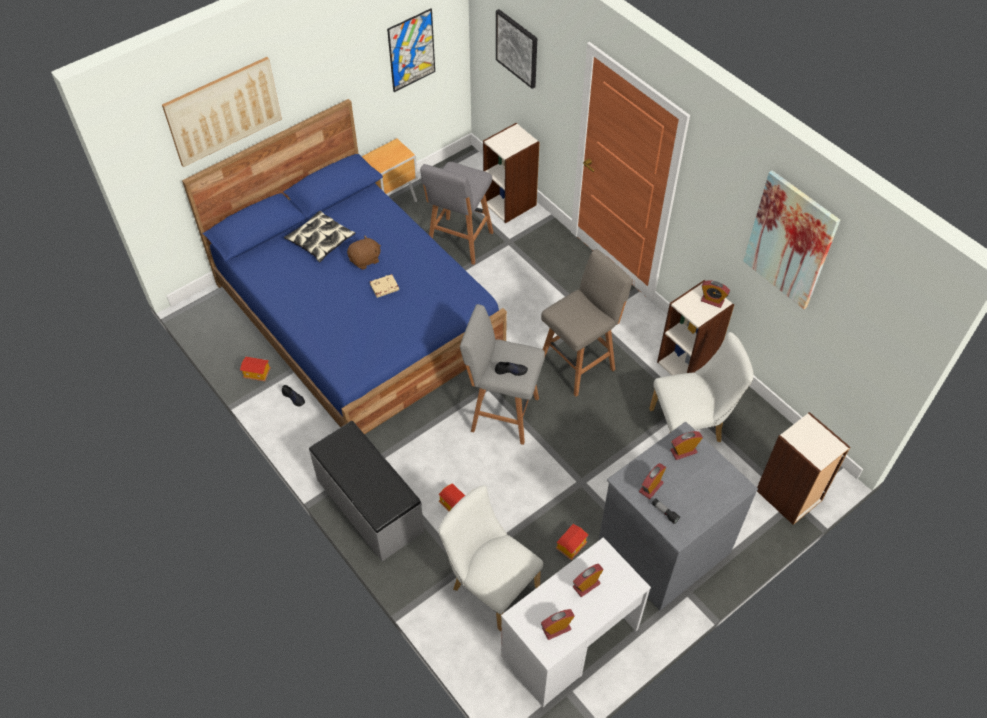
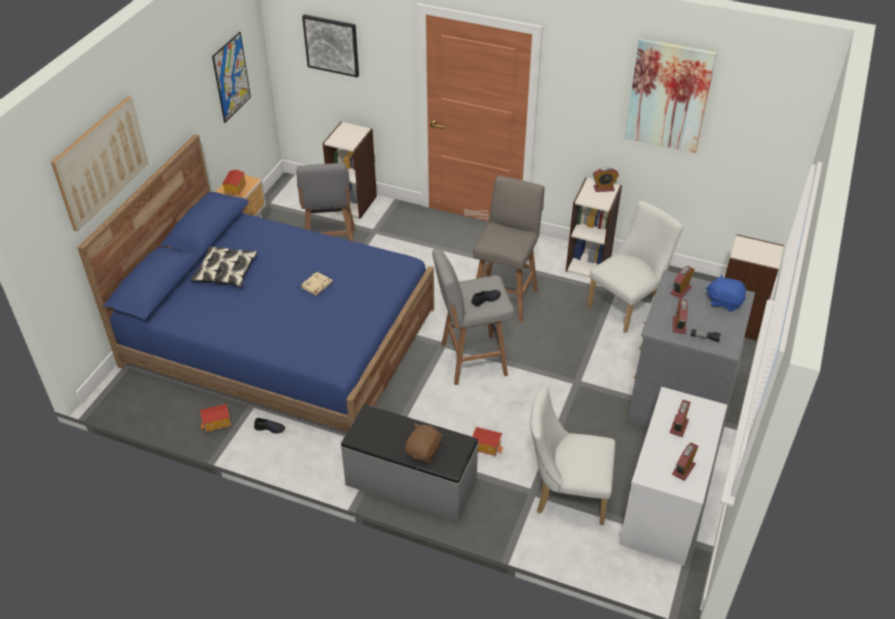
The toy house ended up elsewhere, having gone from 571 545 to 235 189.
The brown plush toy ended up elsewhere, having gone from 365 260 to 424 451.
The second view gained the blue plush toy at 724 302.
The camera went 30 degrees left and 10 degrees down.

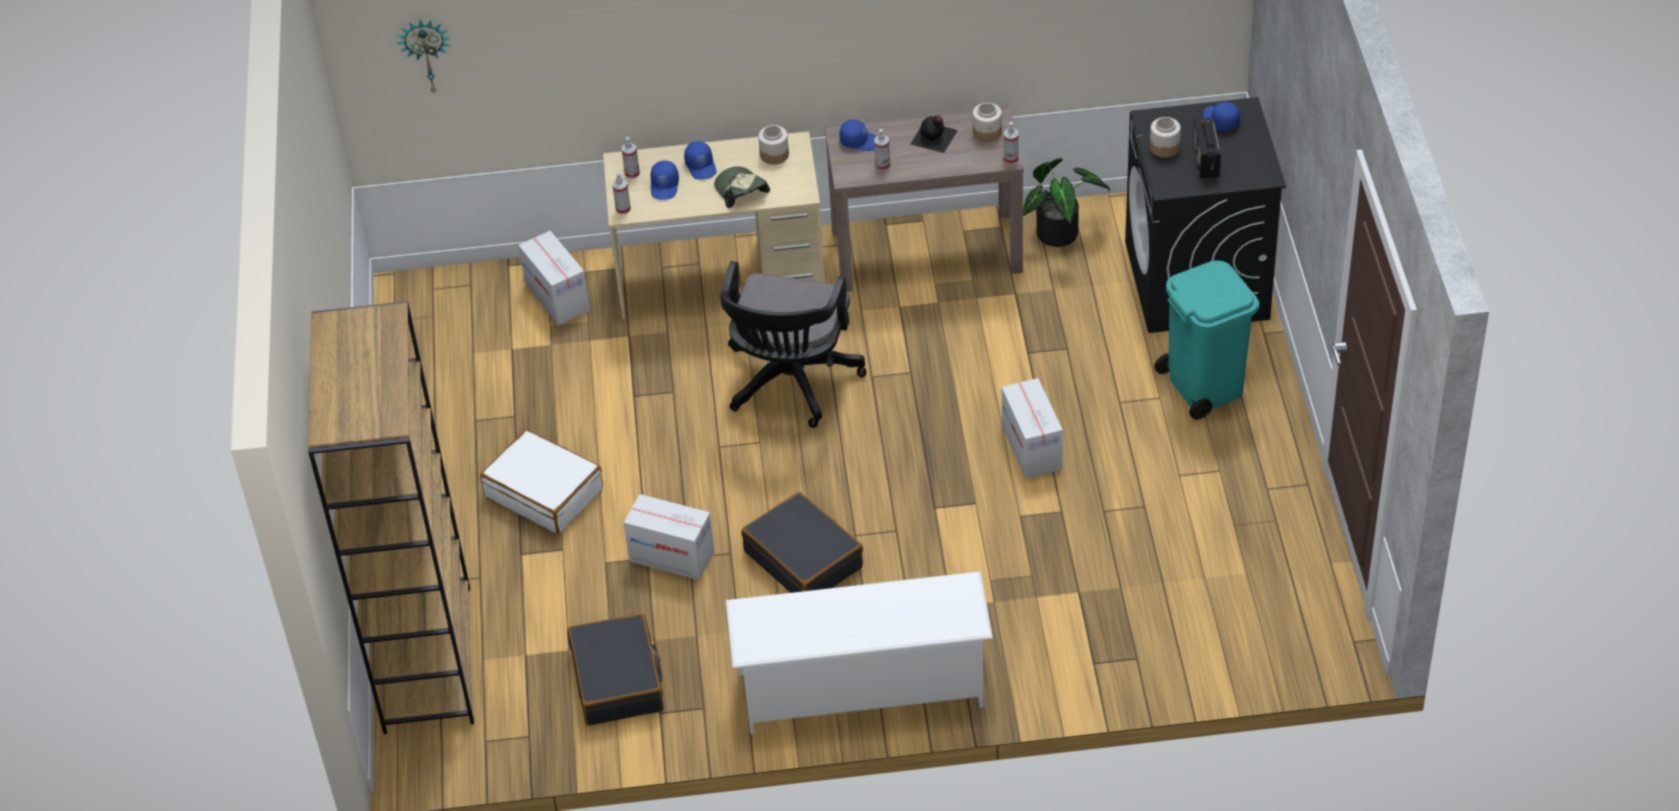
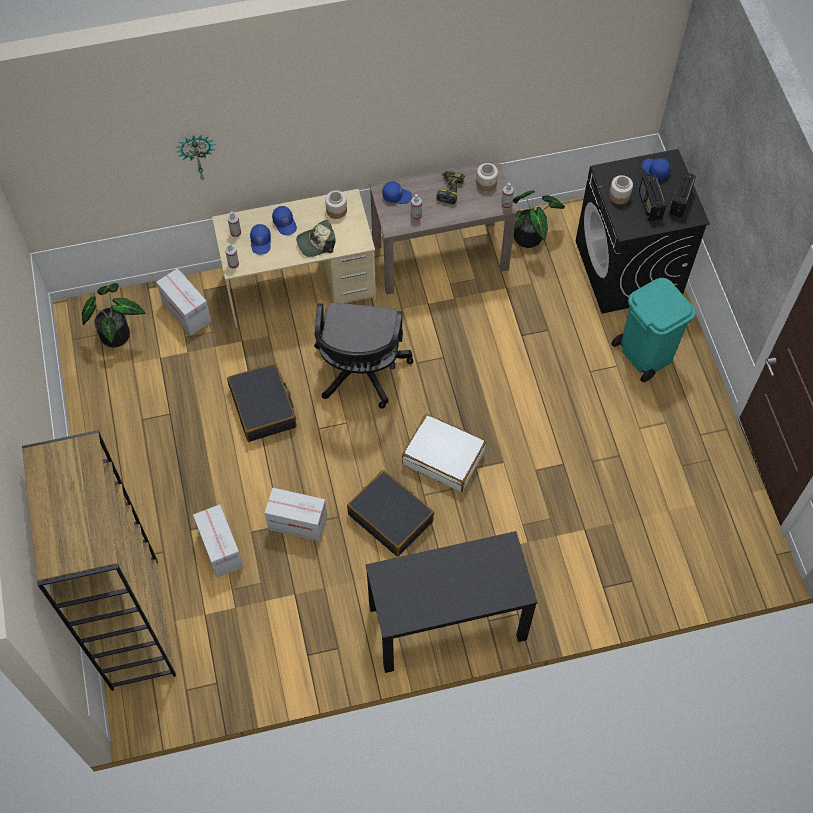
The second view gained the potted plant at 117 332.
The wall clock ended up elsewhere, having gone from 427 54 to 197 156.
The cardboard box ended up elsewhere, having gone from 1032 448 to 221 549.
The black suitcase ended up elsewhere, having gone from 618 680 to 263 408.
The cap at 740 191 ended up facing another way, 75 degrees counterclockwise from before.
Where the white shoe rack stood at 862 689, the black console table came to stand at 447 623.
The white suitcase ended up elsewhere, having gone from 544 492 to 444 457.
Where the black bottle stood at 934 137, the power drill came to stand at 449 189.
The second view gained the radio at 680 202.
The camera went 10 degrees left and 15 degrees up.

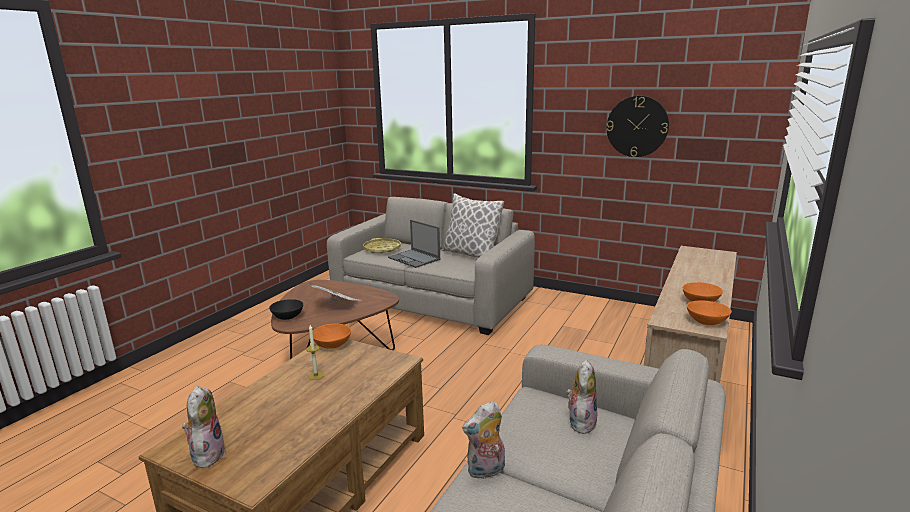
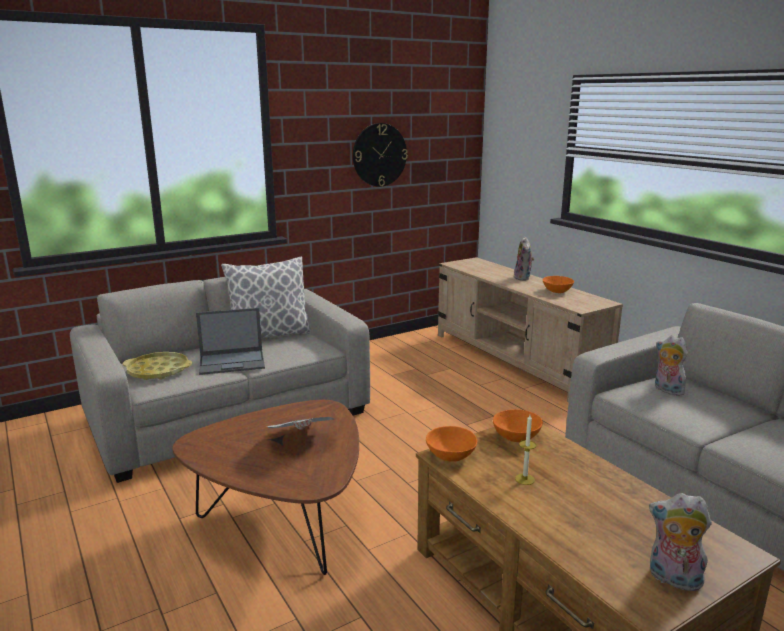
The orange bowl ended up elsewhere, having gone from 707 321 to 517 436.
The plush toy ended up elsewhere, having gone from 486 471 to 523 278.
The second view lost the black bowl at 287 317.
The camera went 60 degrees left and 0 degrees up.

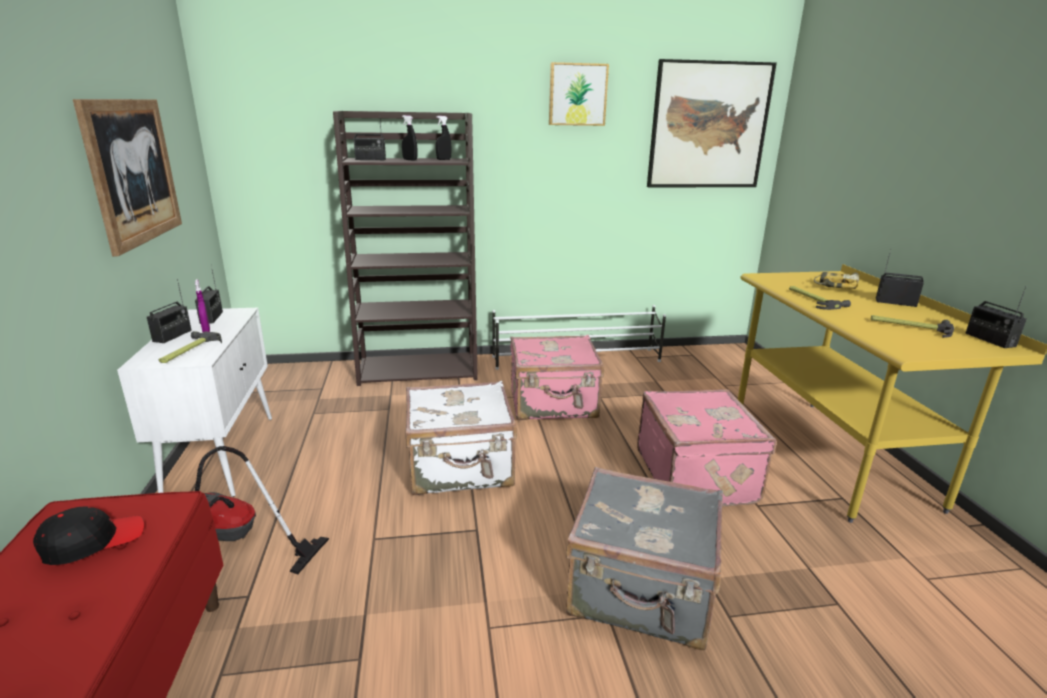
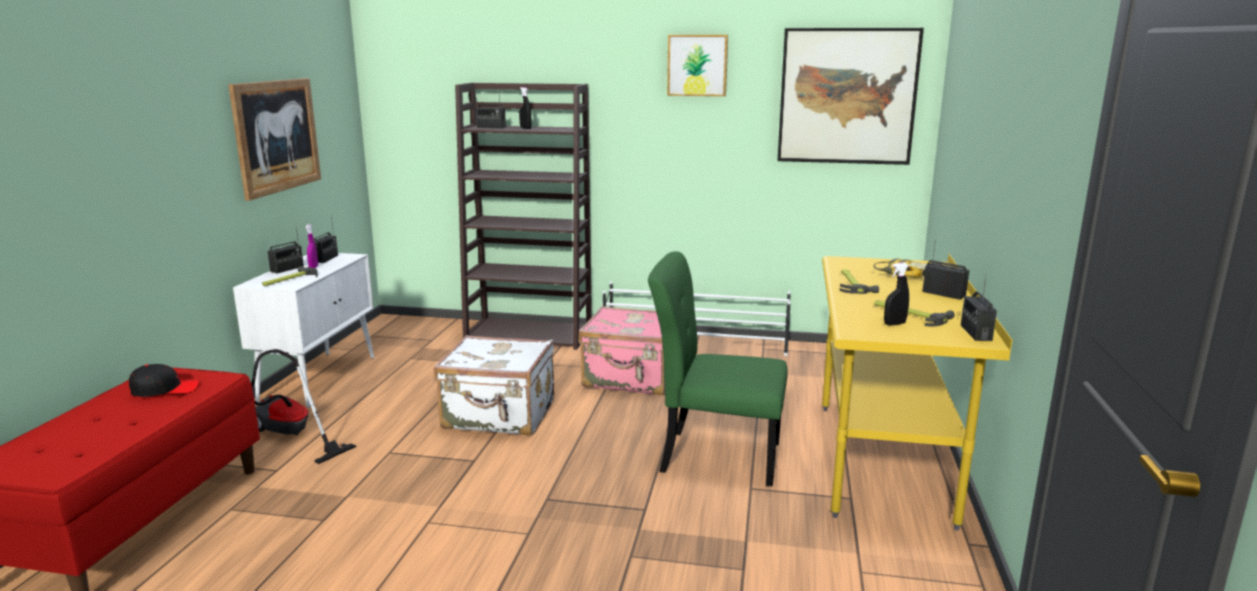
Where the pink suitcase stood at 697 476, the green chair came to stand at 714 456.
The black spray bottle ended up elsewhere, having gone from 443 159 to 894 324.
The second view lost the grey suitcase at 641 592.
The camera went 20 degrees right and 5 degrees down.

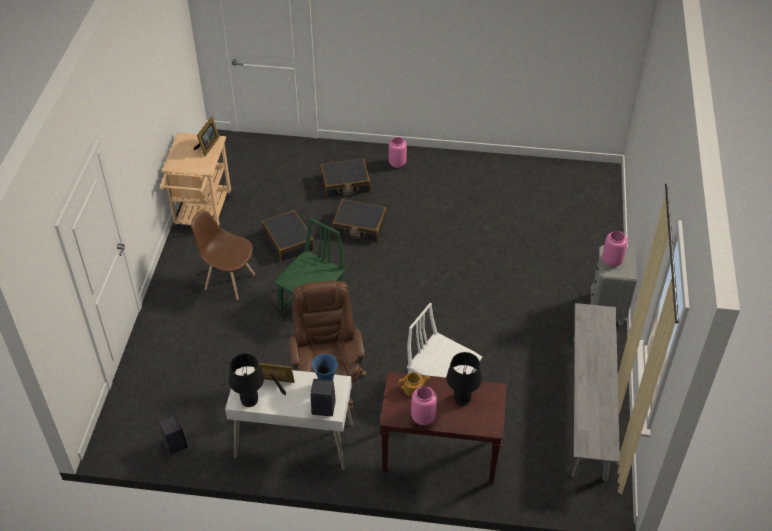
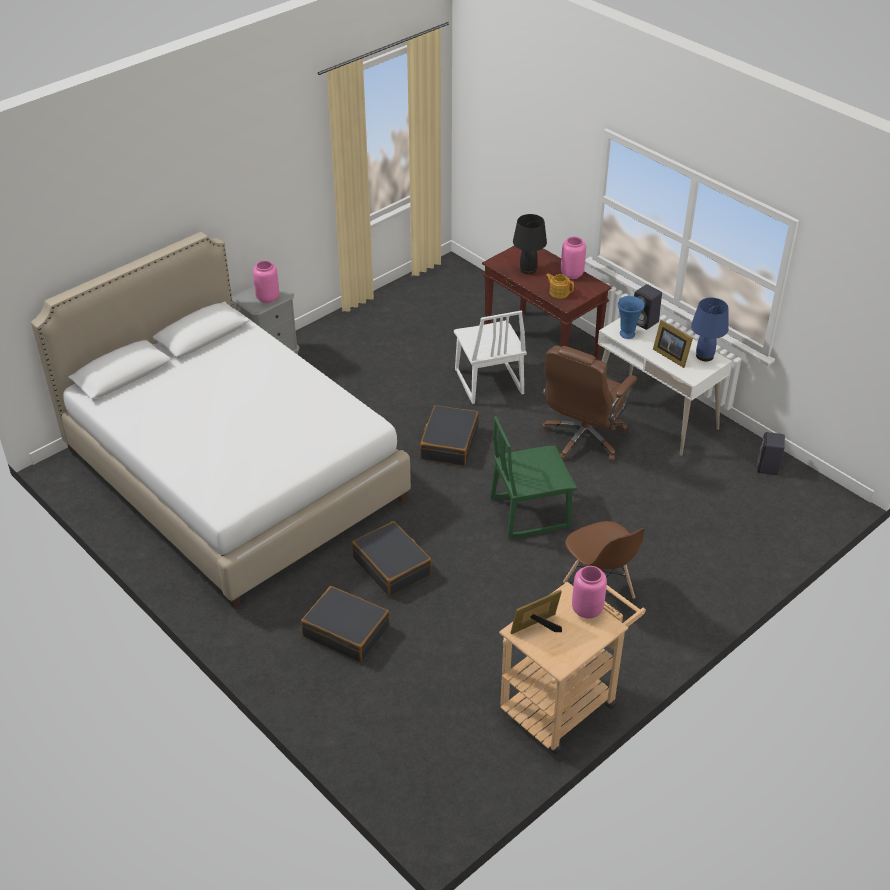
The second view gained the white bed at 233 474.
The black suitcase ended up elsewhere, having gone from 288 241 to 449 443.
The pink vase ended up elsewhere, having gone from 397 163 to 587 610.
What was the black table lamp at 249 400 turned into the blue table lamp at 705 356.
The second view lost the grey bench at 589 406.
The camera went 140 degrees left and 5 degrees down.

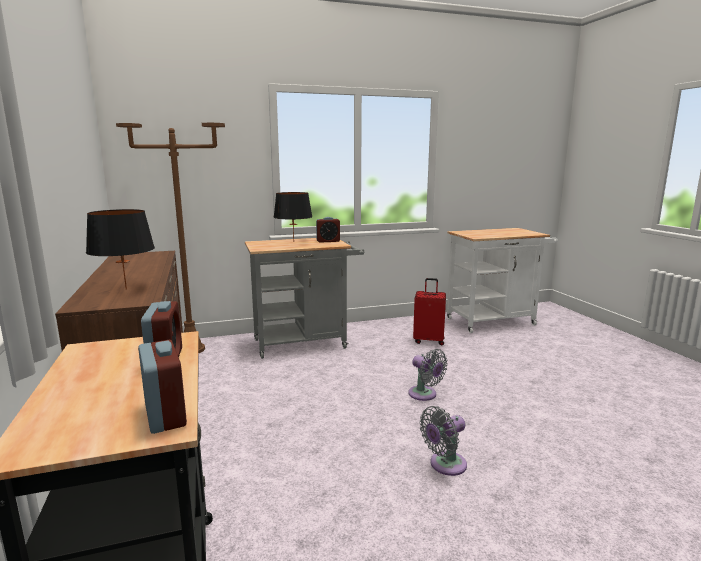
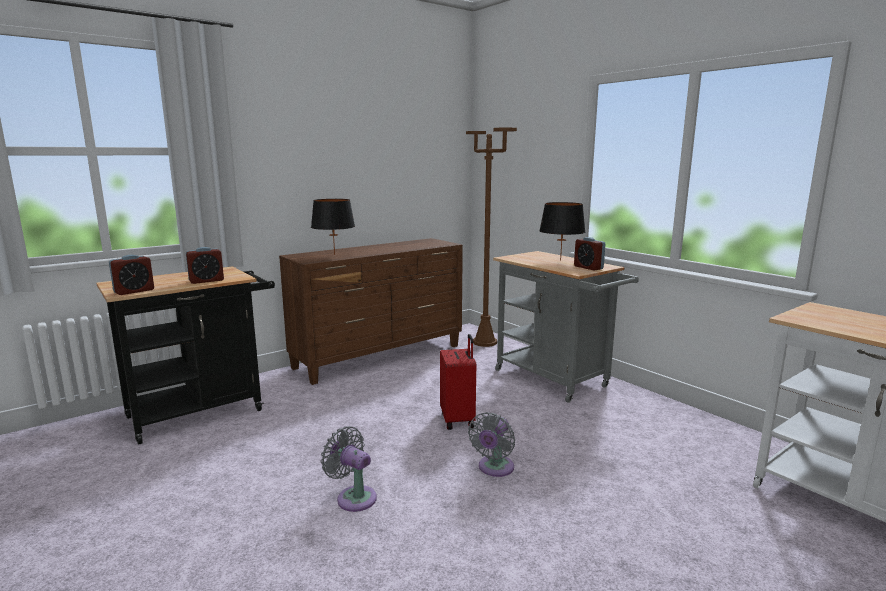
The red suitcase ended up elsewhere, having gone from 429 340 to 458 420.
The camera went 70 degrees right and 0 degrees up.

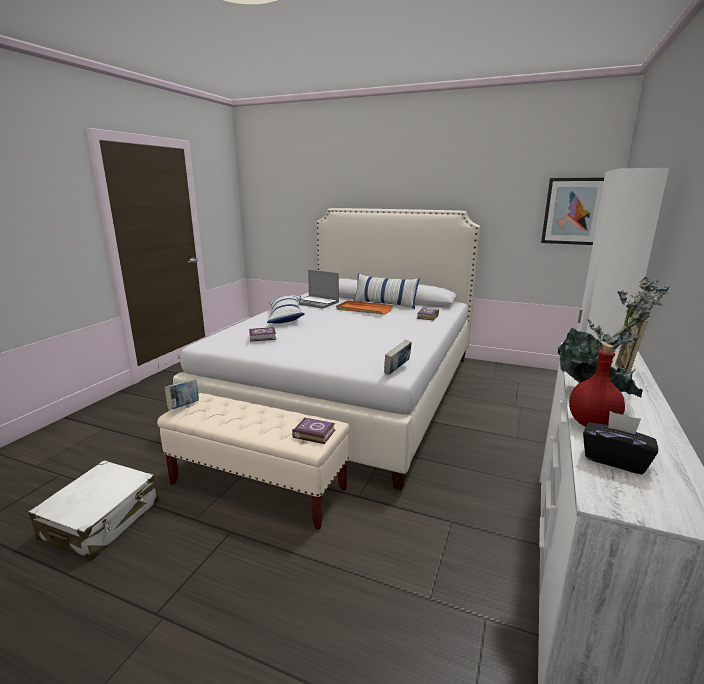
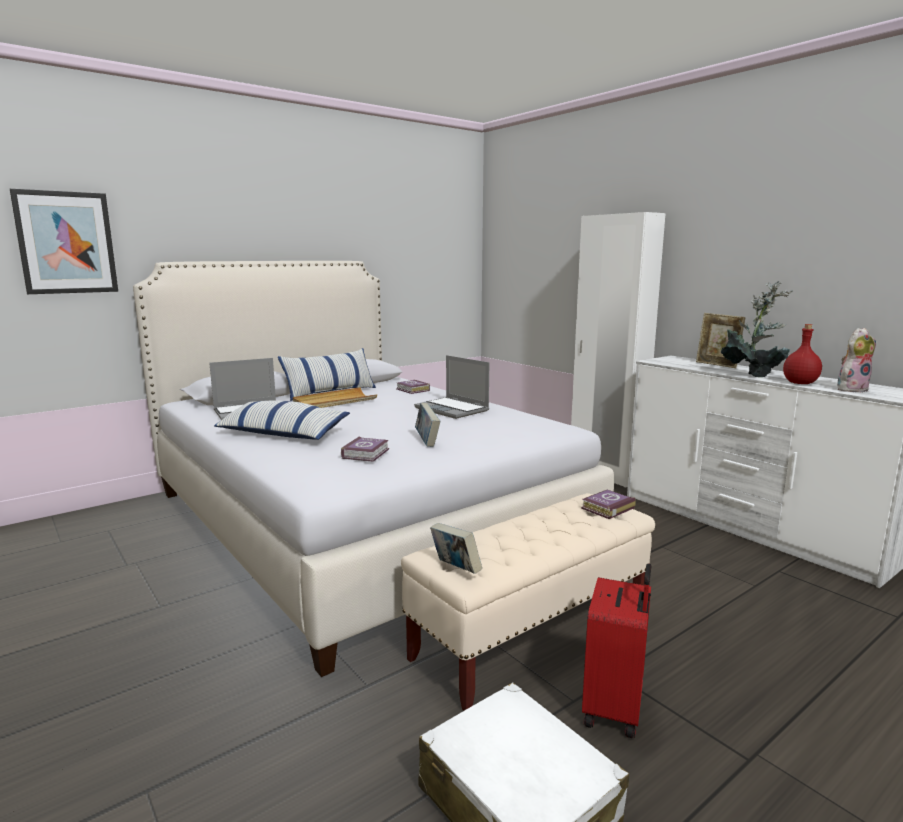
The picture ended up elsewhere, having gone from 573 211 to 66 243.
What was the orange tray at 364 309 turned into the beige tray at 334 402.
The second view gained the laptop at 453 409.
The book ended up elsewhere, having gone from 397 370 to 427 441.
The second view gained the red suitcase at 615 709.
Where the black tissue box stood at 614 460, the plush toy came to stand at 851 389.
The camera went 60 degrees left and 5 degrees down.

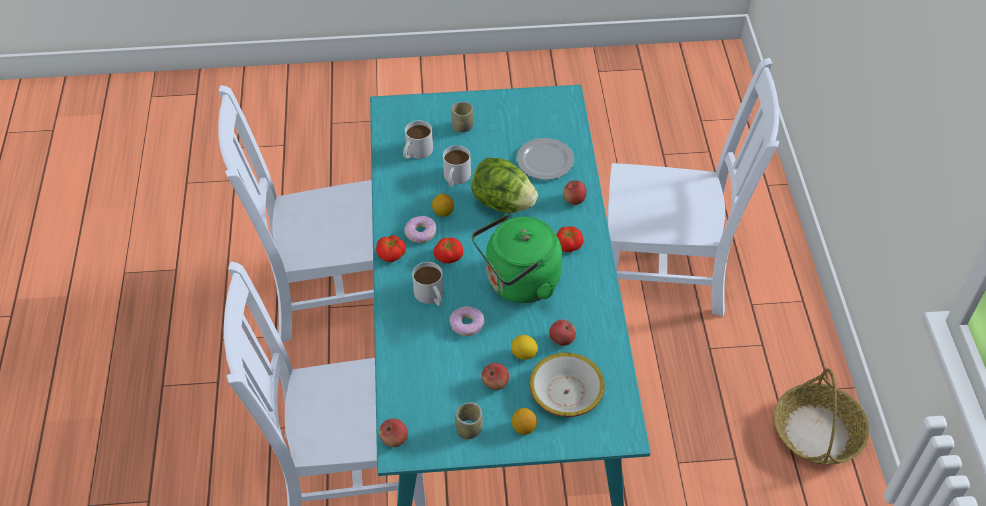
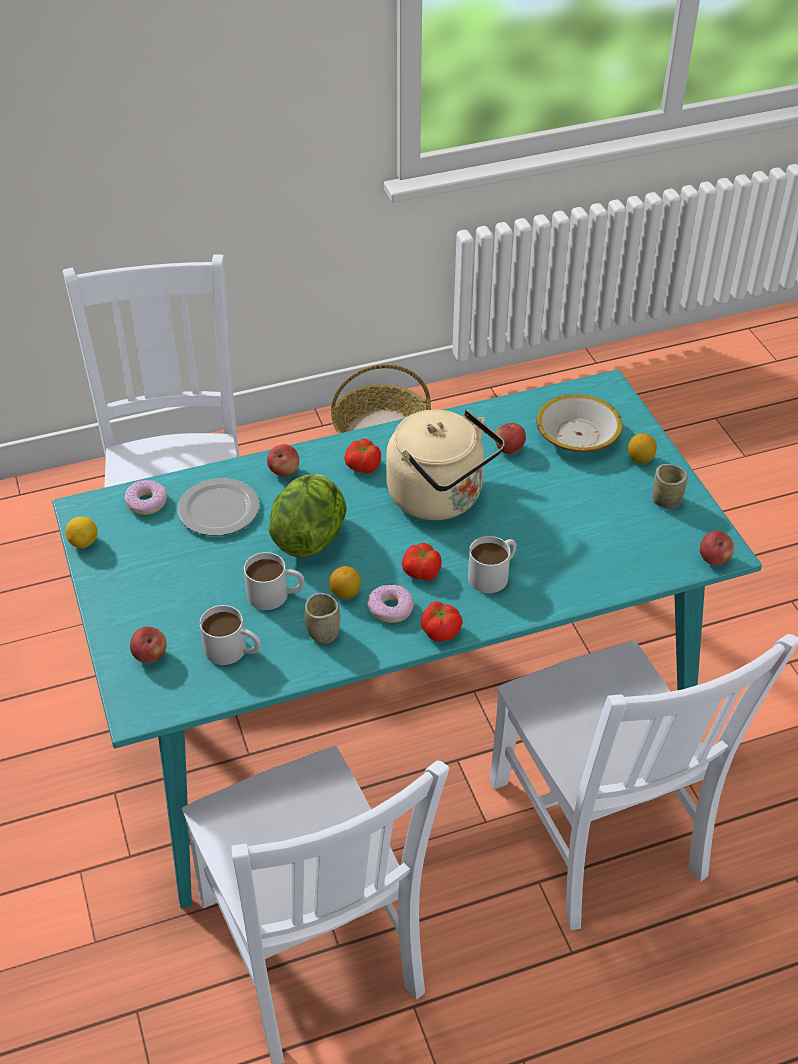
The lemon ended up elsewhere, having gone from 524 354 to 84 542.
The donut ended up elsewhere, having gone from 467 324 to 147 502.
The apple ended up elsewhere, having gone from 495 383 to 150 656.
The cup ended up elsewhere, having gone from 462 127 to 323 632.
What was the green kettle at 519 283 turned into the beige kettle at 440 498.
The camera went 105 degrees left and 5 degrees down.

